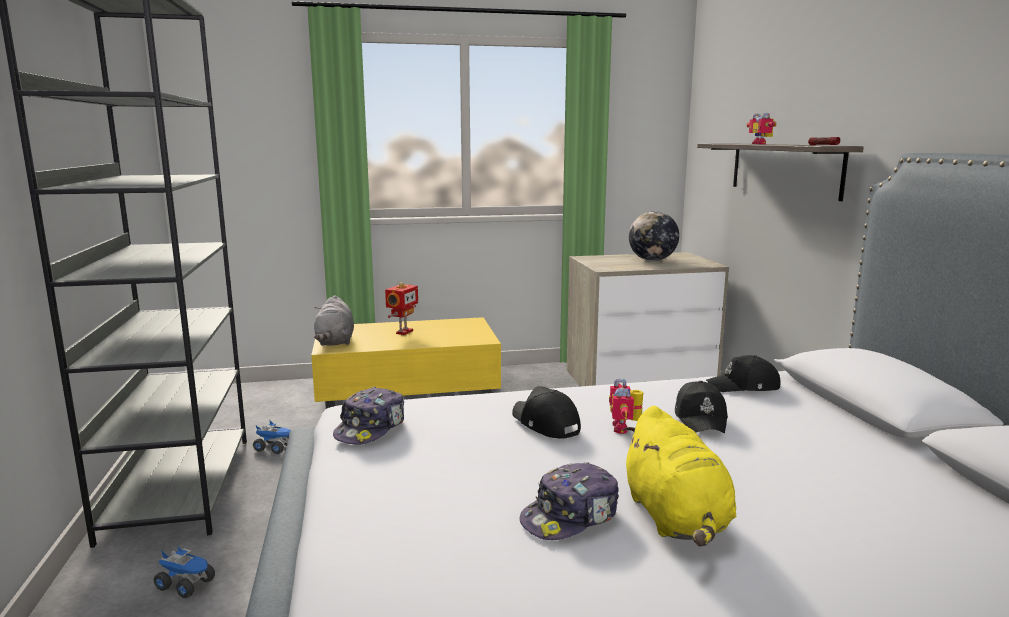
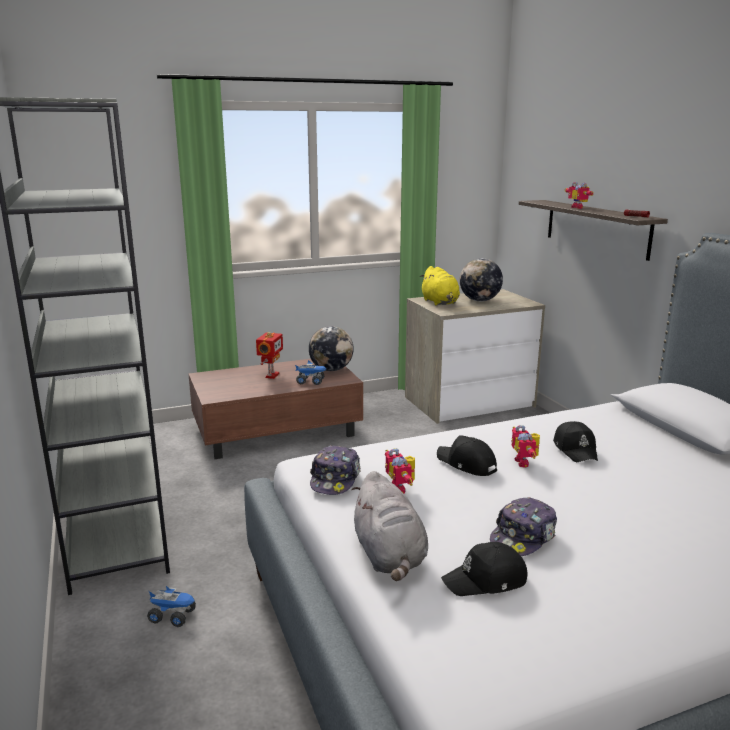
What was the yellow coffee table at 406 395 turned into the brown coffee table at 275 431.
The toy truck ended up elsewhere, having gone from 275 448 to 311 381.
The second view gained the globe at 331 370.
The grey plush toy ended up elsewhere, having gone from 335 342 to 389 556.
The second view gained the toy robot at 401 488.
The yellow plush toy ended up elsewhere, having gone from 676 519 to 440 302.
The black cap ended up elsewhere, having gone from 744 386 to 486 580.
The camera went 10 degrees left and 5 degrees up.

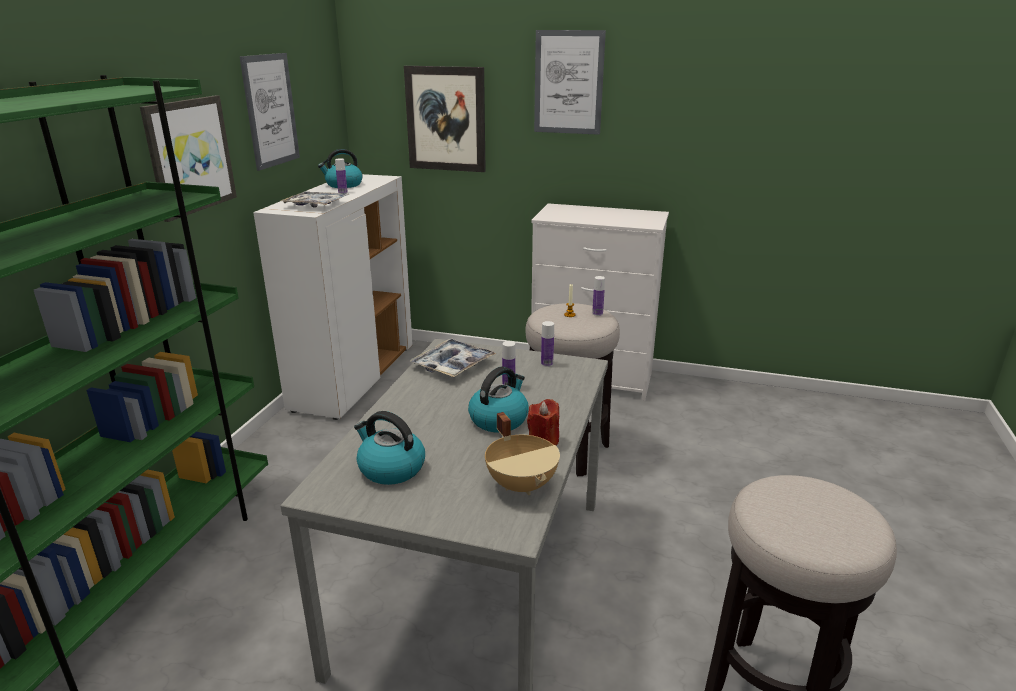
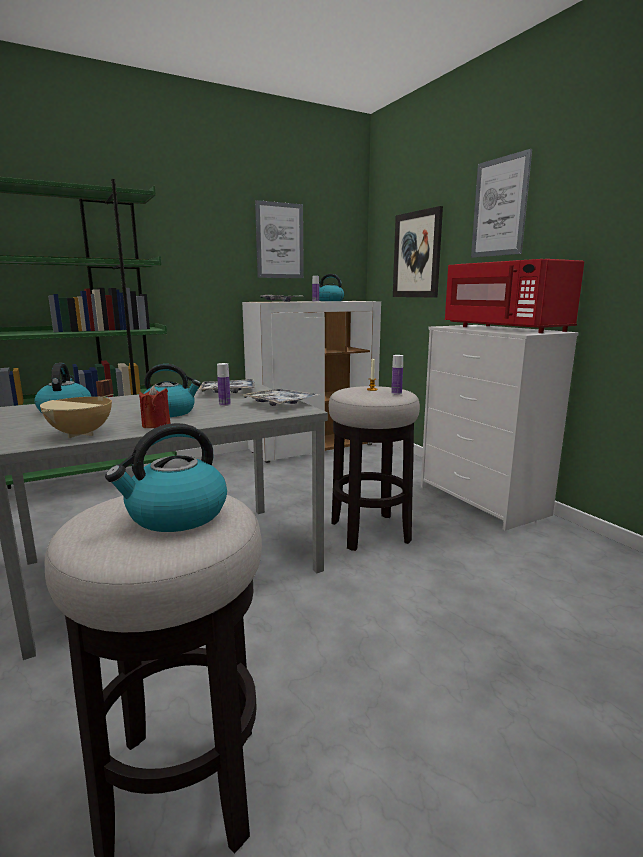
The second view gained the kettle at 176 515.
Where the bottle stood at 547 364, the tray came to stand at 280 403.
The second view gained the red microwave at 507 329.
The second view lost the picture at 189 156.
The camera went 45 degrees right and 10 degrees down.

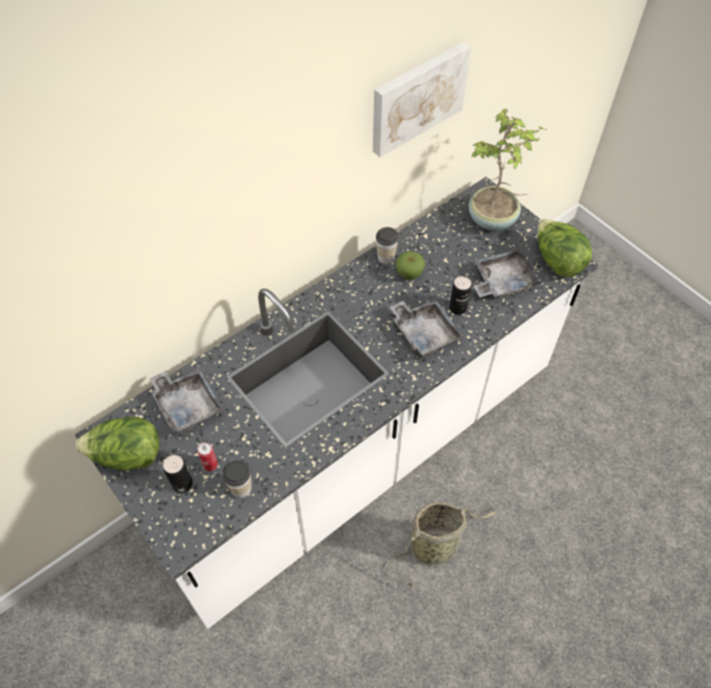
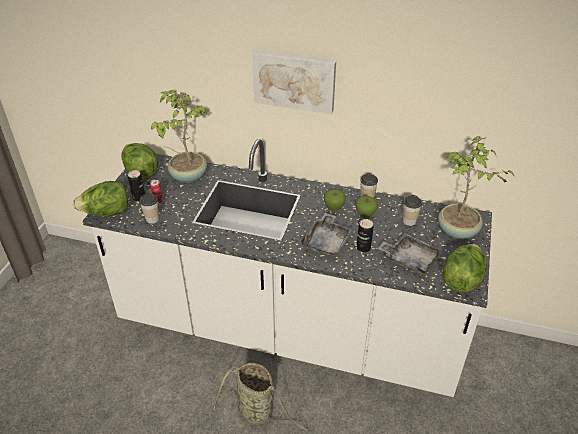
The second view gained the lettuce at 106 213.
Where the grey tray stood at 188 405, the potted plant came to stand at 187 176.
The picture ended up elsewhere, having gone from 417 97 to 294 80.
The second view gained the apple at 334 207.
The second view gained the cup at 409 221.
The camera went 55 degrees right and 15 degrees down.

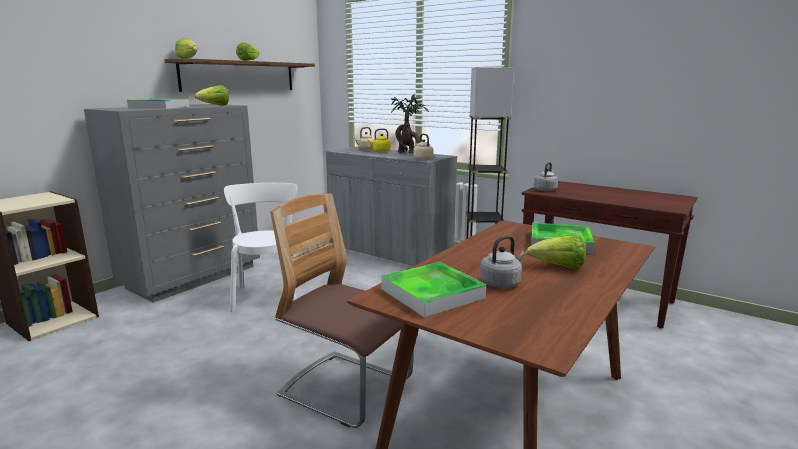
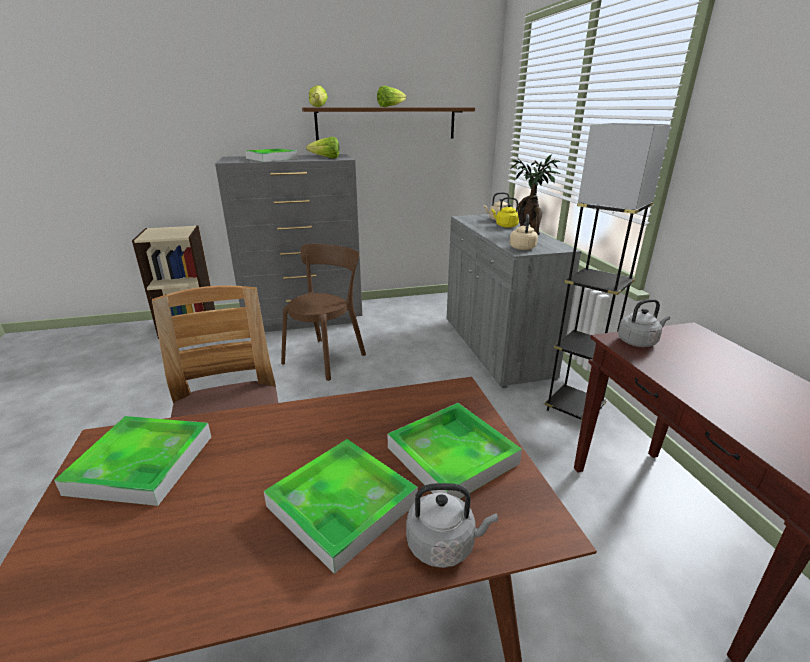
Where the lettuce stood at 558 267, the tray came to stand at 342 504.
What was the white chair at 267 294 turned into the brown chair at 326 357.
The grey kettle ended up elsewhere, having gone from 501 283 to 444 545.
The camera went 40 degrees right and 10 degrees up.

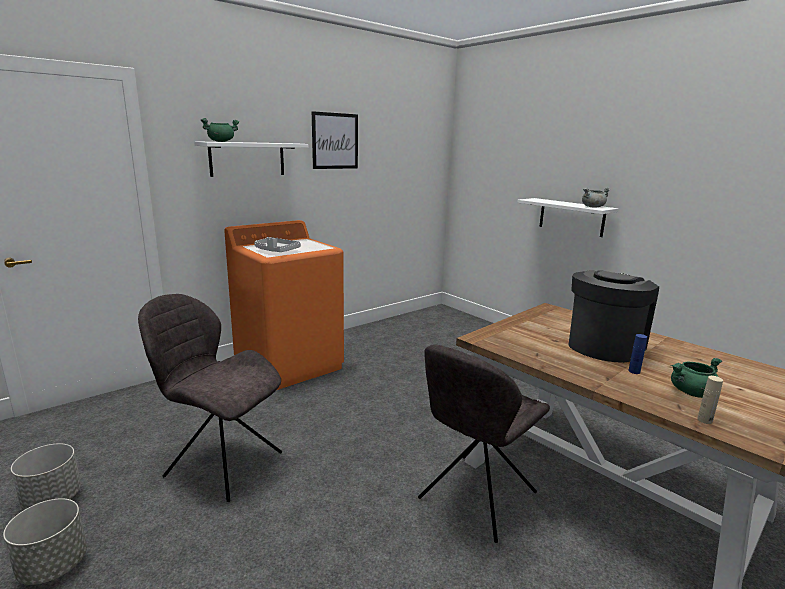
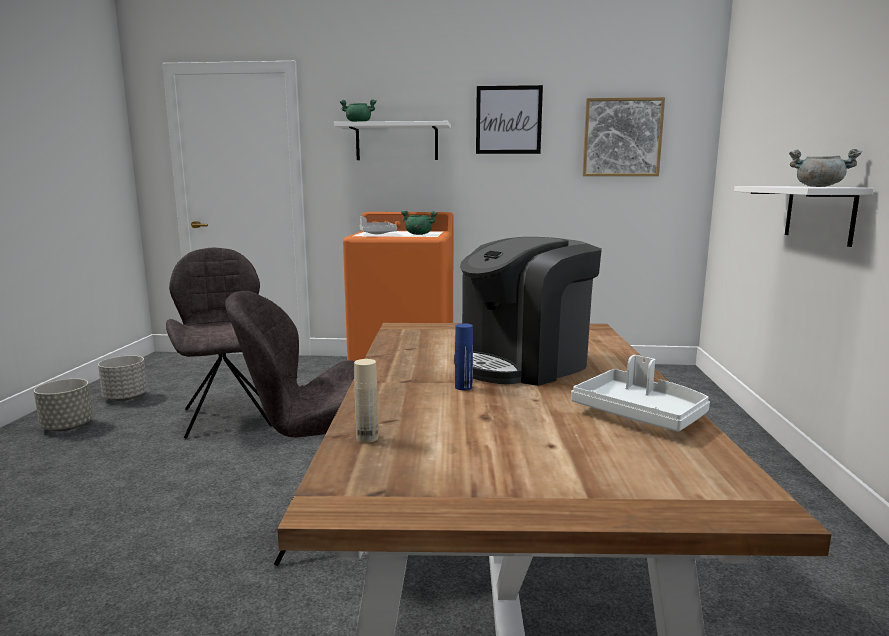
The green cooking pot ended up elsewhere, having gone from 692 393 to 418 234.
The coffee machine at 604 345 ended up facing another way, 150 degrees clockwise from before.
The second view gained the white tray at 639 414.
The second view gained the picture at 622 137.
The camera went 45 degrees right and 5 degrees down.

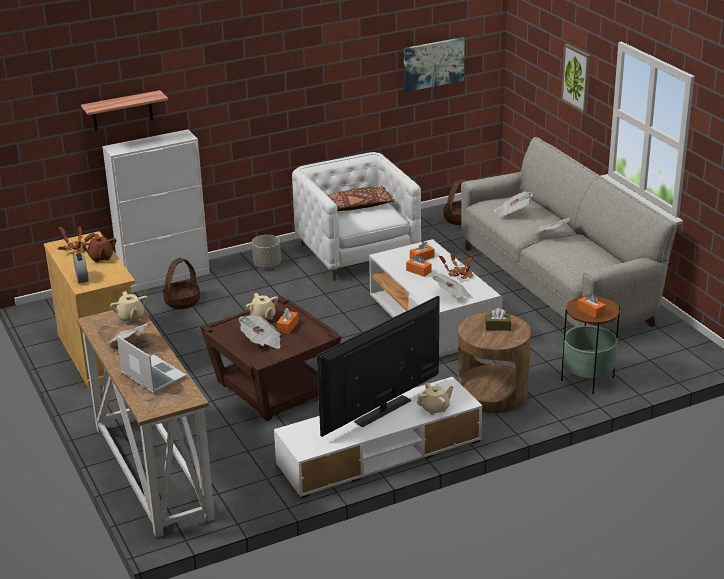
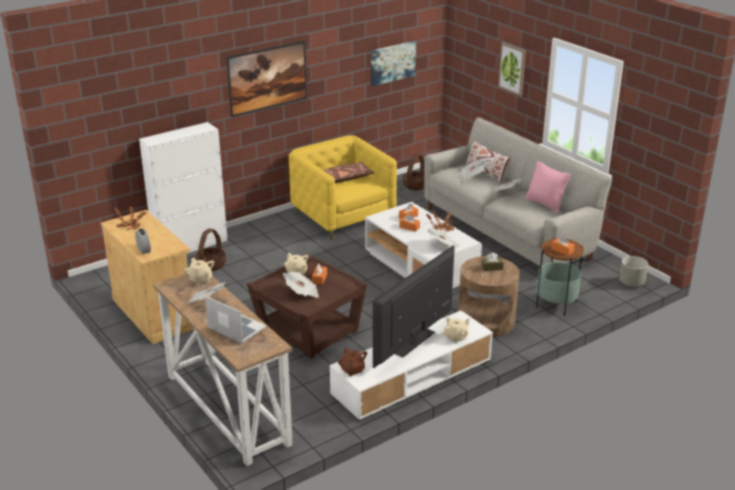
The second view gained the picture at 268 93.
What was the white armchair at 357 253 turned into the yellow armchair at 343 217.
The brown teapot ended up elsewhere, having gone from 101 258 to 352 370.
The second view gained the white pillow at 486 172.
The second view gained the pink pillow at 545 204.
The grey planter ended up elsewhere, having gone from 267 265 to 631 283.
The second view lost the shelf at 122 110.
The camera went 10 degrees left and 0 degrees up.

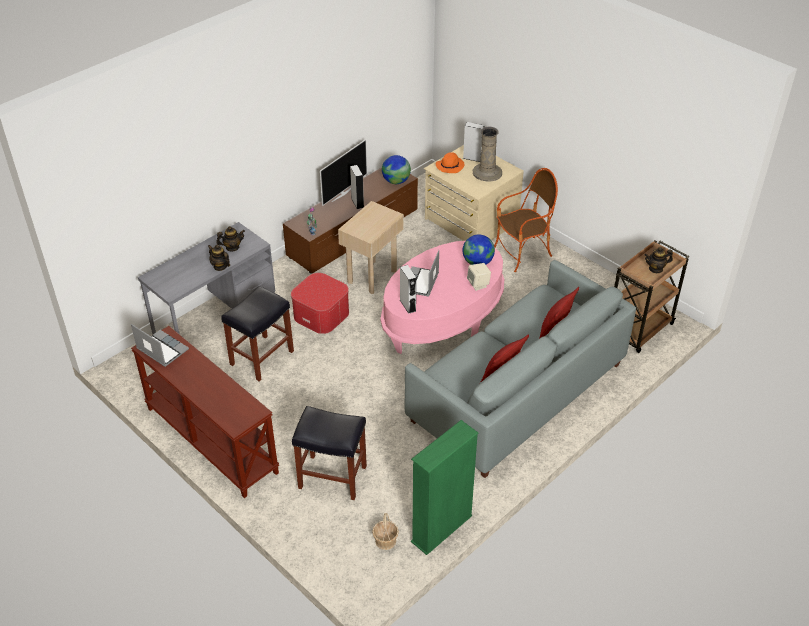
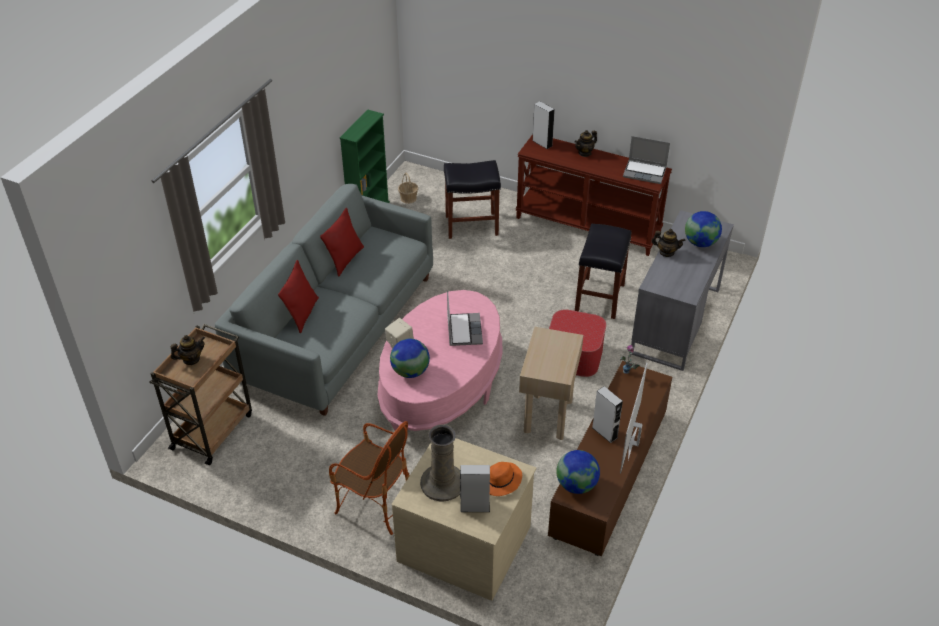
The armchair at 522 253 ended up facing another way, 105 degrees counterclockwise from before.
The grey speaker ended up elsewhere, having gone from 408 305 to 542 143.
The teapot ended up elsewhere, having gone from 232 247 to 585 153.
The second view gained the globe at 700 243.
The camera went 160 degrees right and 0 degrees up.

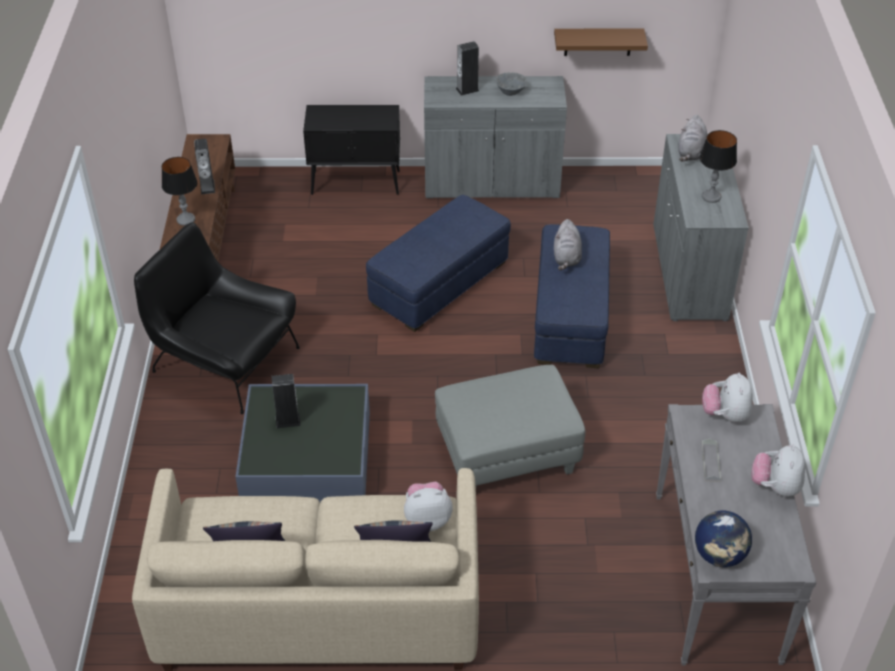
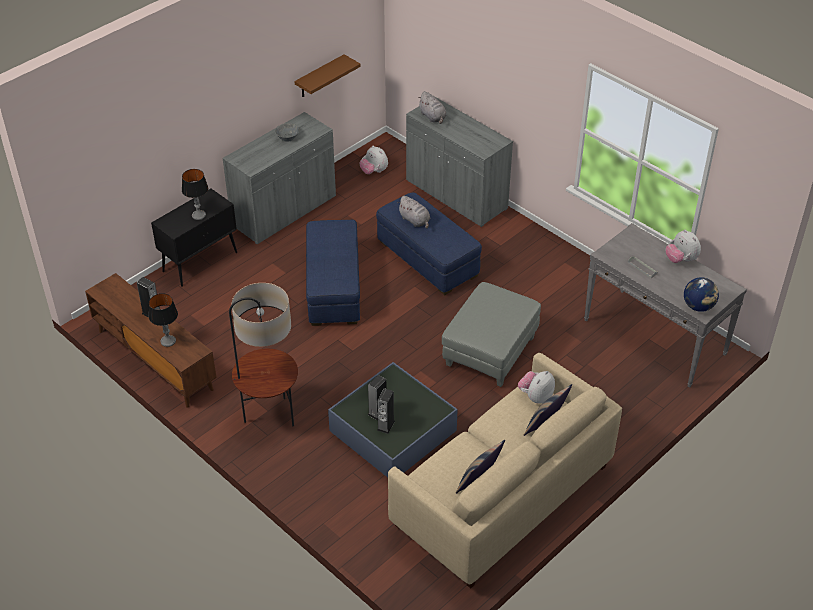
The table lamp ended up elsewhere, having gone from 711 197 to 199 215.
Where the black armchair stood at 224 361, the floor lamp came to stand at 270 416.
The plush toy ended up elsewhere, having gone from 725 415 to 374 171.
The speaker ended up elsewhere, having gone from 467 89 to 385 425.
The camera went 45 degrees left and 0 degrees up.

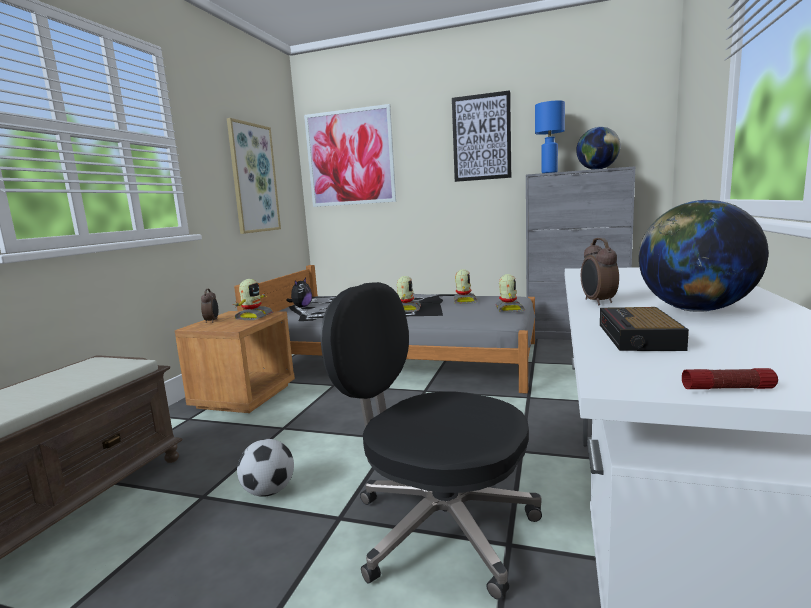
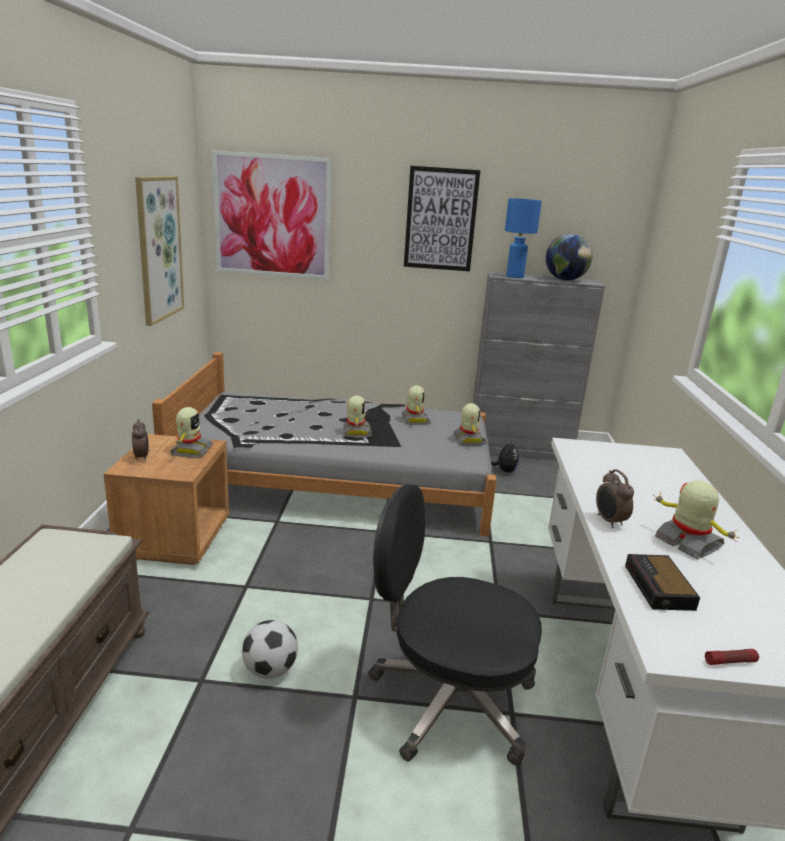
The plush toy ended up elsewhere, having gone from 301 307 to 505 471.
Where the globe stood at 695 310, the toy robot came to stand at 687 543.
The camera went 15 degrees left and 10 degrees up.

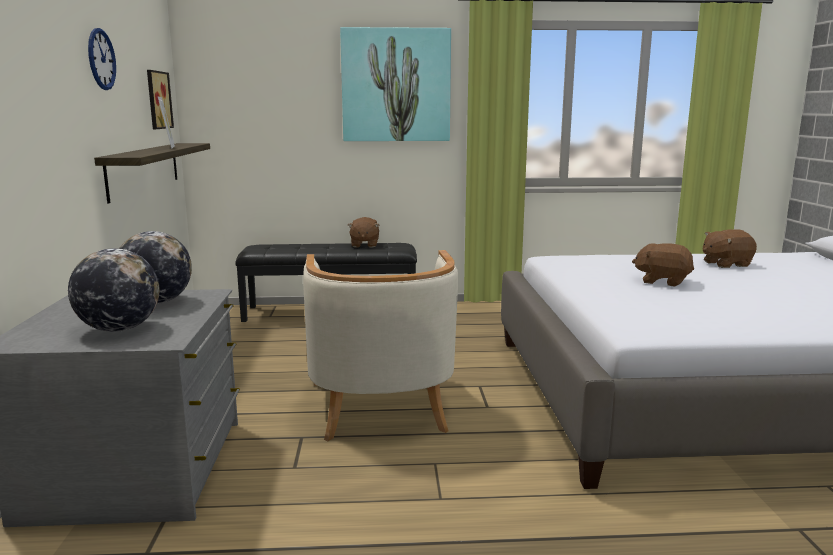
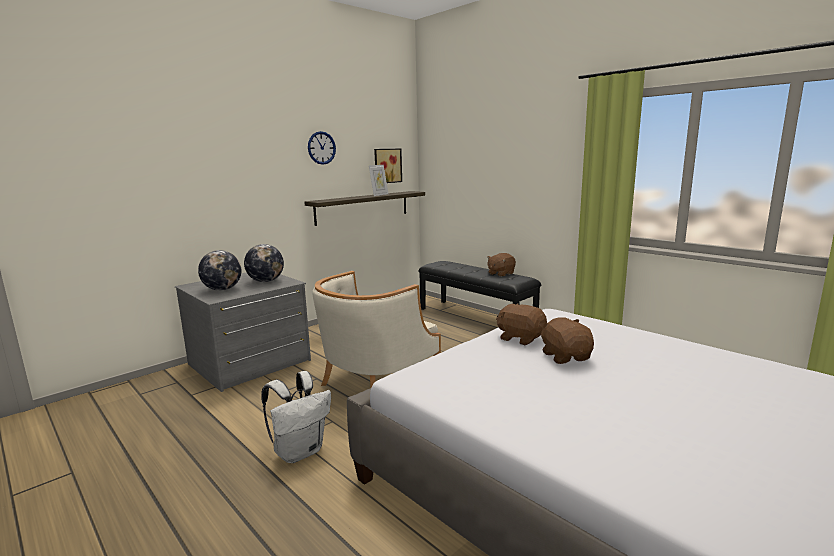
The second view gained the white backpack at 300 451.
The brown plush toy ended up elsewhere, having gone from 725 264 to 520 338.
The second view lost the picture at 396 85.
The camera went 50 degrees right and 0 degrees up.

